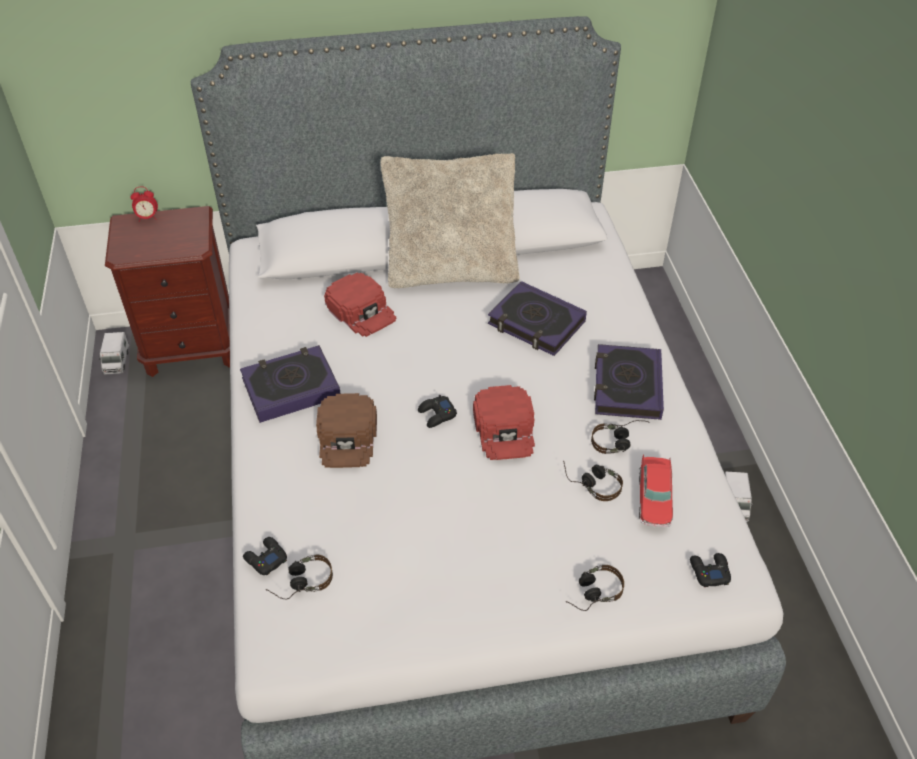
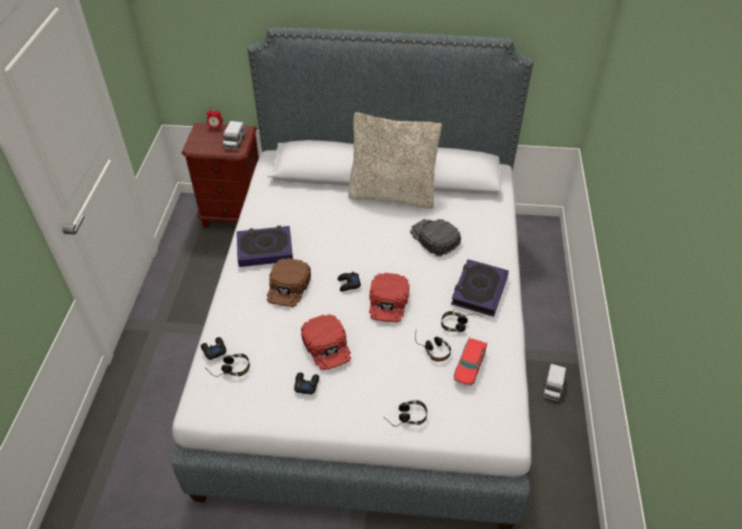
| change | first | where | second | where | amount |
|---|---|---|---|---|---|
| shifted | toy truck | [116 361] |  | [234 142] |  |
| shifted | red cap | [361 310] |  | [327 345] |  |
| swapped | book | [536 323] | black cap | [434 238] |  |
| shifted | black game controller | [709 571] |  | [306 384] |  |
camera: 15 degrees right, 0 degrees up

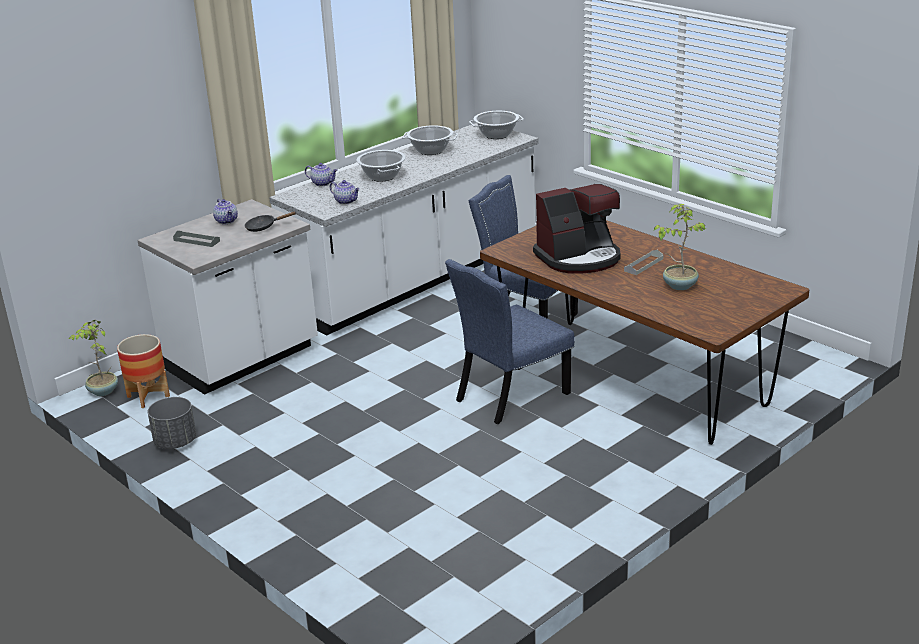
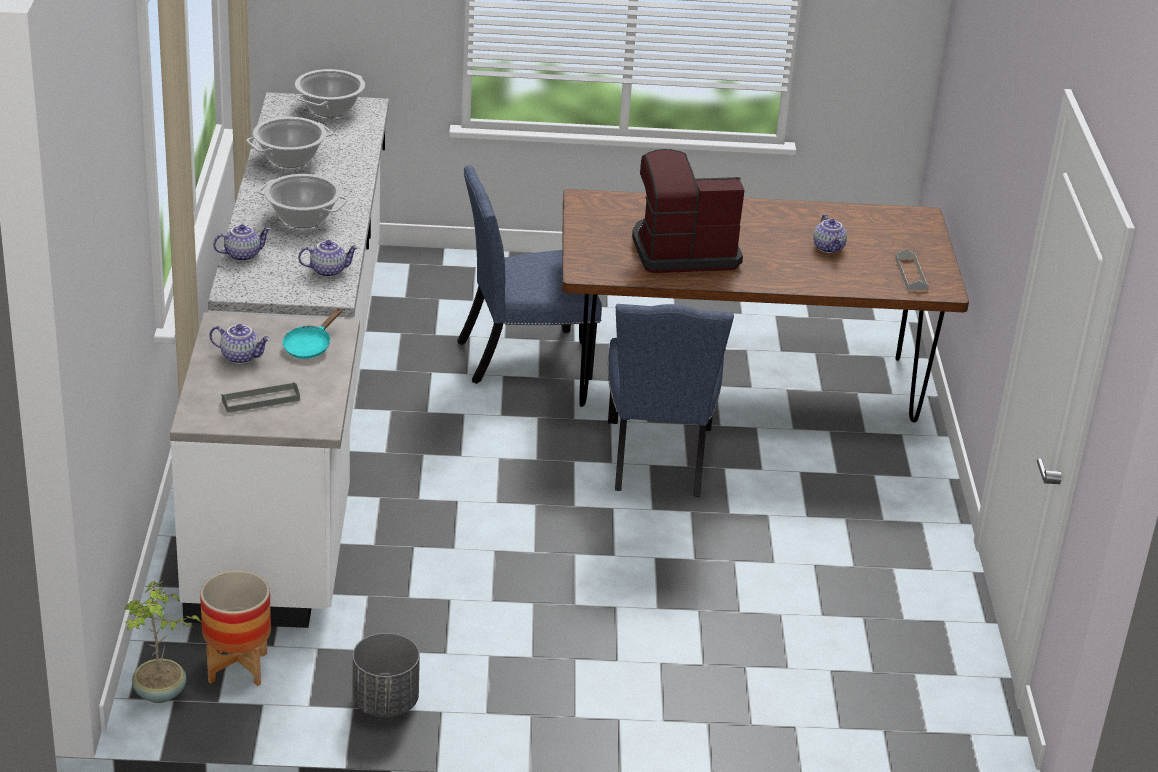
| change | first | where | second | where | amount |
|---|---|---|---|---|---|
| repainted | black frying pan | [264 227] | turquoise frying pan | [310 346] |  |
| rotated | coffee machine | [579 258] |  | [682 251] | 120 degrees counterclockwise |
| shifted | grey tray | [643 265] |  | [911 274] |  |
| swapped | potted plant | [679 285] | teapot | [829 248] |  |
camera: 50 degrees left, 5 degrees up

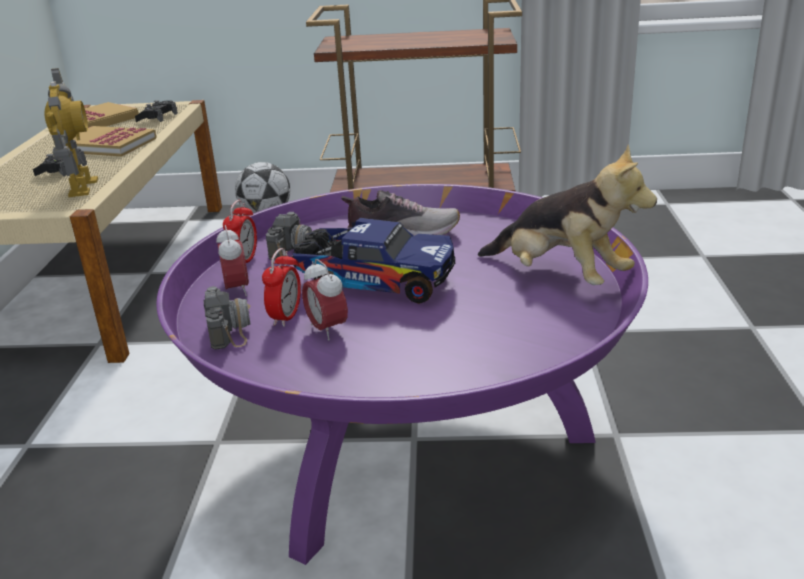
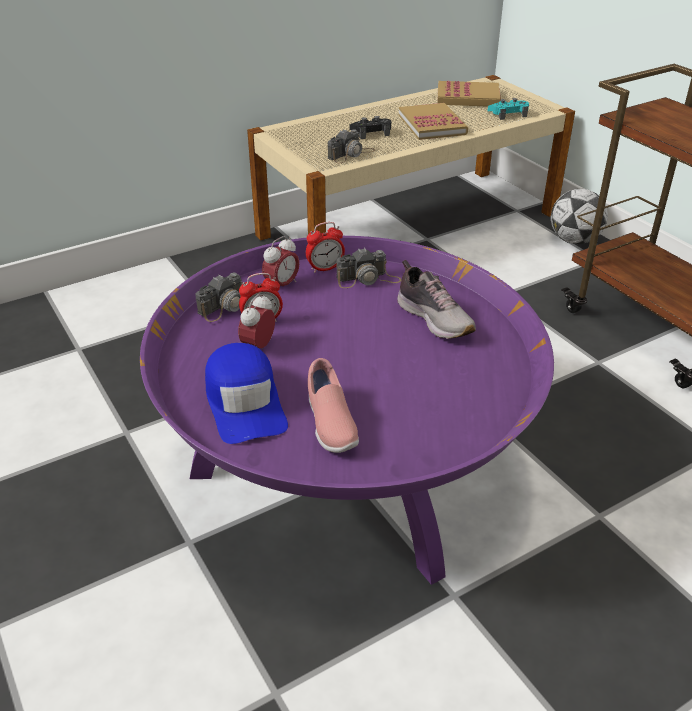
| change | first | where | second | where | amount |
|---|---|---|---|---|---|
| swapped | toy robot | [81 187] | photo camera | [351 154] |  |
| repainted | black game controller | [157 118] | turquoise game controller | [508 114] |  |
| gone | toy truck | [373 283] |  |  |  |
| gone | plush toy | [560 277] |  |  |  |
| new |  |  | blue cap | [245 402] |  |
| new |  |  | pink shoe | [330 424] |  |
camera: 55 degrees right, 10 degrees up

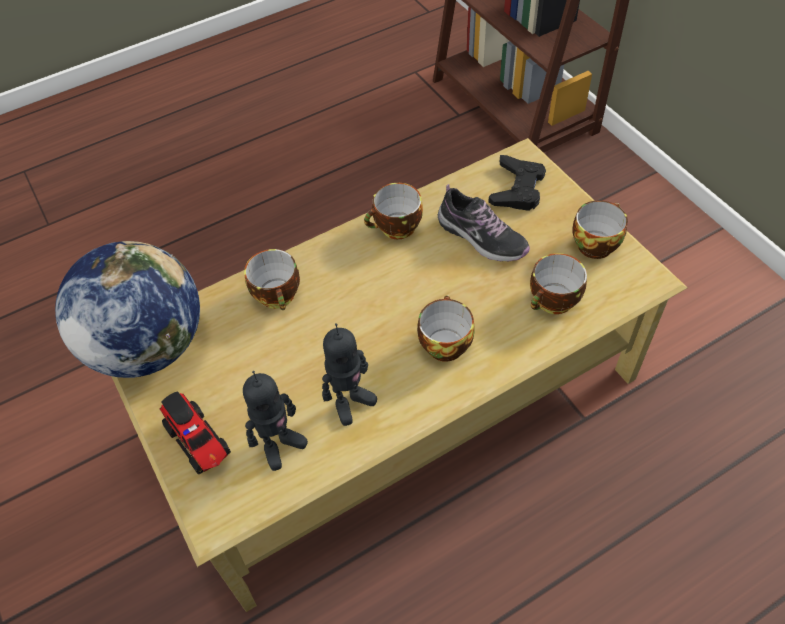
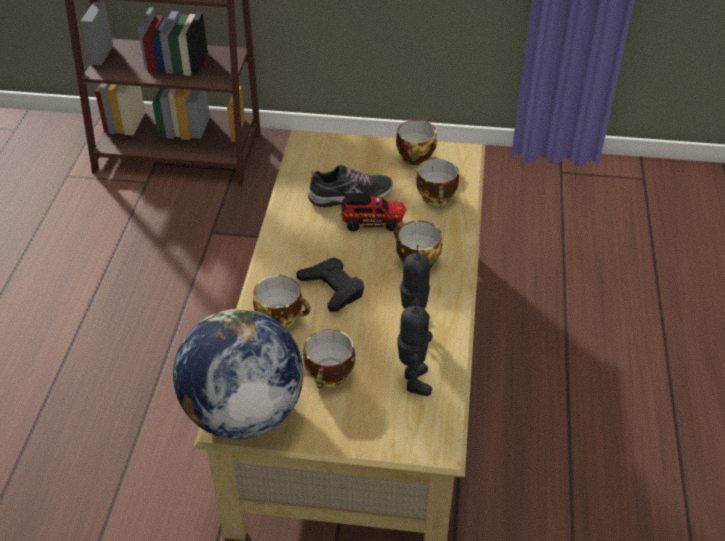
| change | first | where | second | where | amount |
|---|---|---|---|---|---|
| shifted | toy truck | [199 443] |  | [373 222] |  |
| shifted | cup | [396 228] |  | [330 376] |  |
| shifted | black game controller | [517 188] |  | [332 288] |  |
camera: 55 degrees left, 10 degrees down

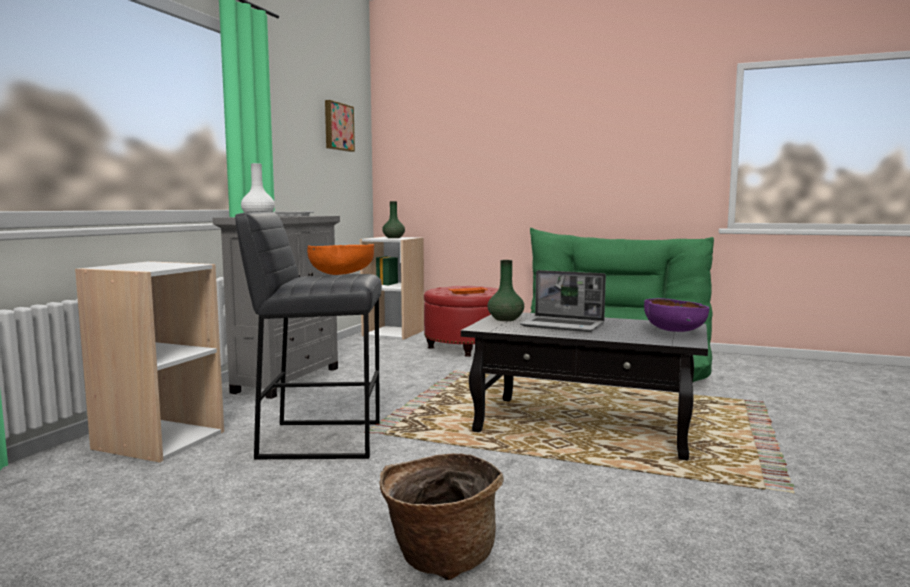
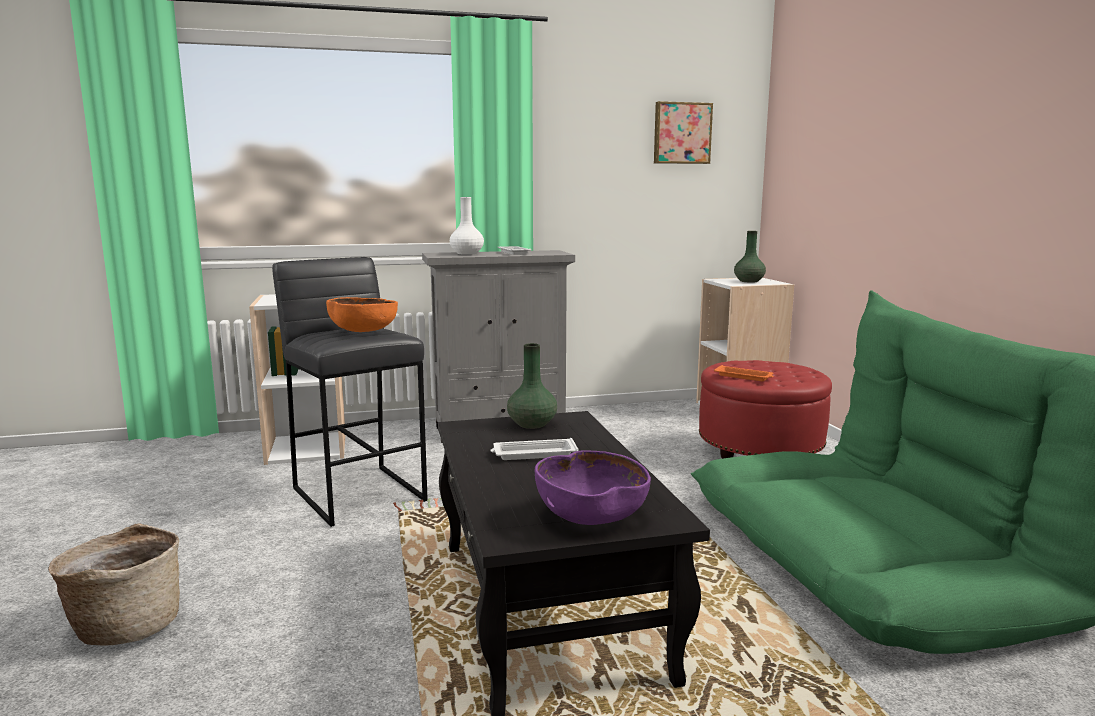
| change | first | where | second | where | amount |
|---|---|---|---|---|---|
| swapped | laptop | [563 325] | white tray | [533 454] |  |
camera: 55 degrees right, 5 degrees up

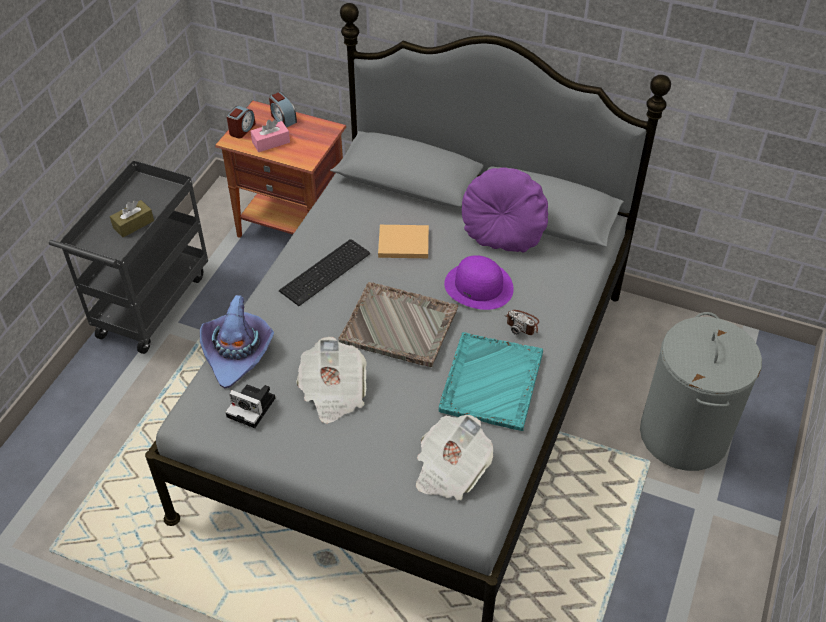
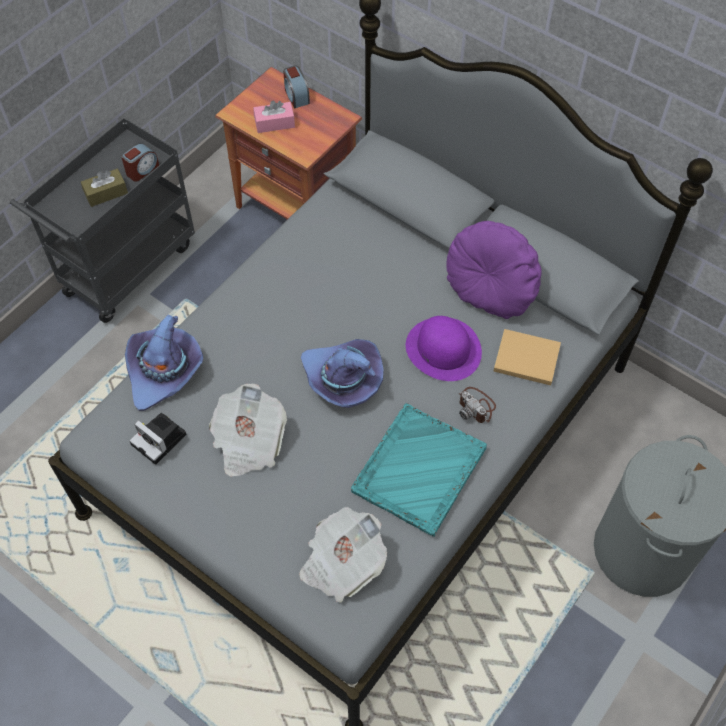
| change | first | where | second | where | amount |
|---|---|---|---|---|---|
| shifted | alarm clock | [242 129] |  | [142 170] |  |
| gone | keyboard | [327 272] |  |  |  |
| swapped | grey tray | [400 326] | purple hat | [342 379] |  |
| shifted | beige book | [401 243] |  | [524 358] |  |
camera: 15 degrees right, 10 degrees up

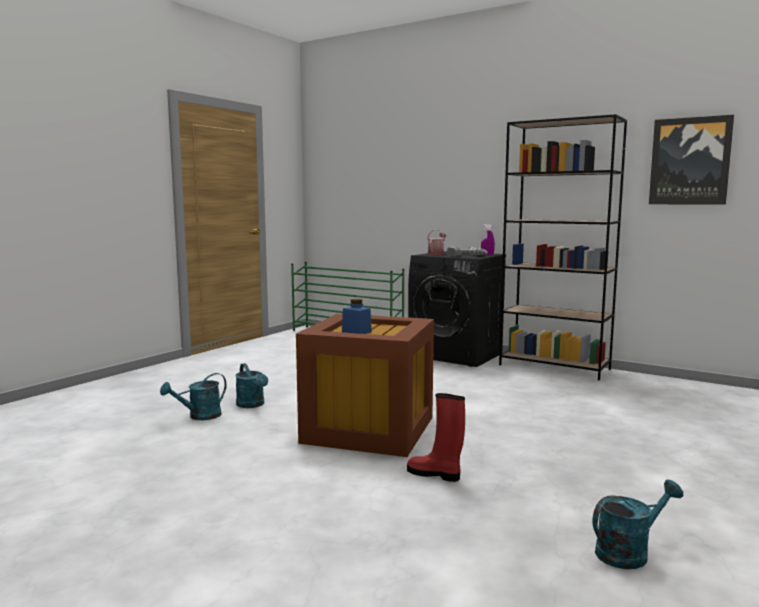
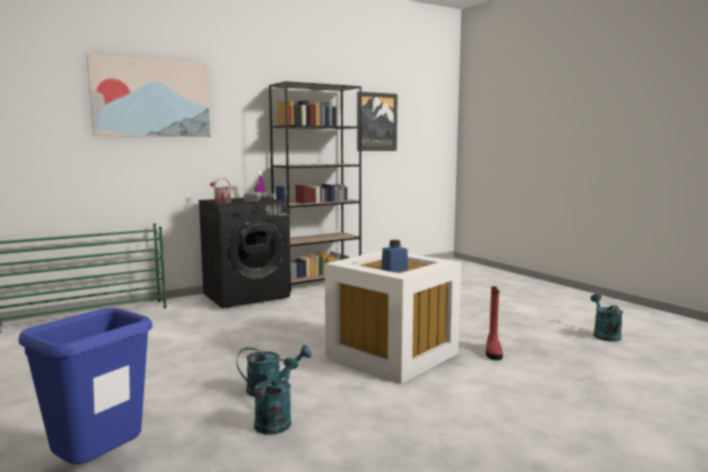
| change | first | where | second | where | amount |
|---|---|---|---|---|---|
| rotated | turquoise watering can | [199 416] |  | [276 420] | 150 degrees counterclockwise |
| repainted | brown storage box | [371 429] | white storage box | [392 354] |  |
| rotated | red boot | [435 474] |  | [493 351] | 45 degrees counterclockwise |
| new |  |  | blue trash can | [100 467] |  |
| new |  |  | picture | [151 98] |  |
camera: 65 degrees left, 0 degrees up

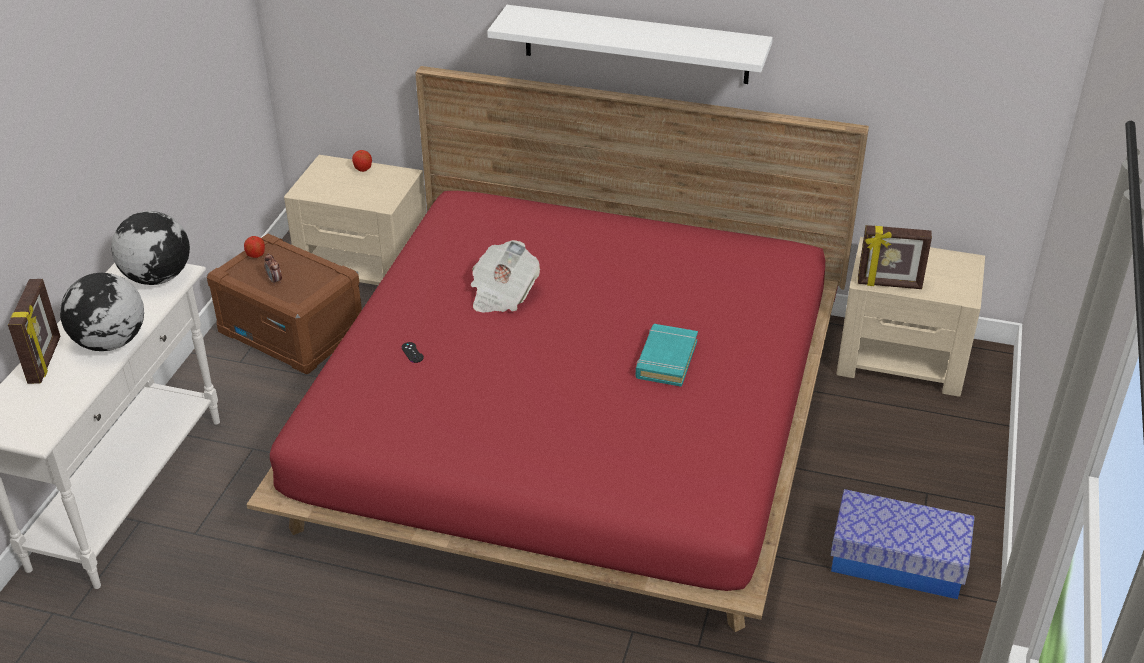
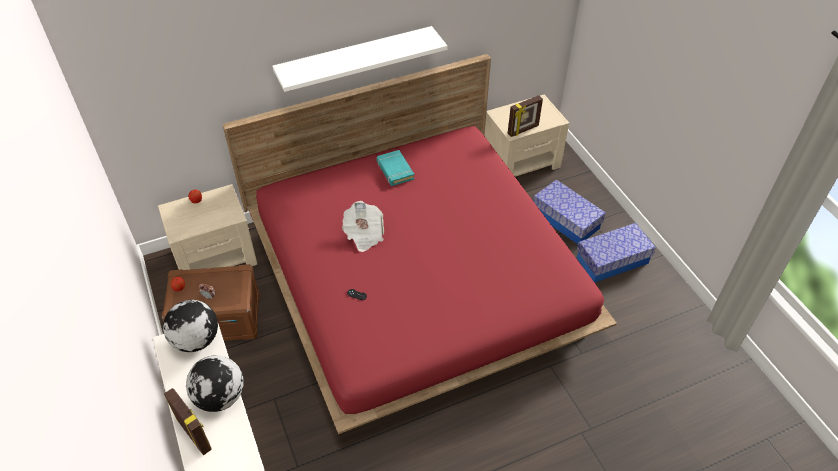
| change | first | where | second | where | amount |
|---|---|---|---|---|---|
| shifted | turquoise book | [666 359] |  | [395 170] |  |
| new |  |  | storage box | [566 220] |  |
camera: 40 degrees left, 10 degrees up

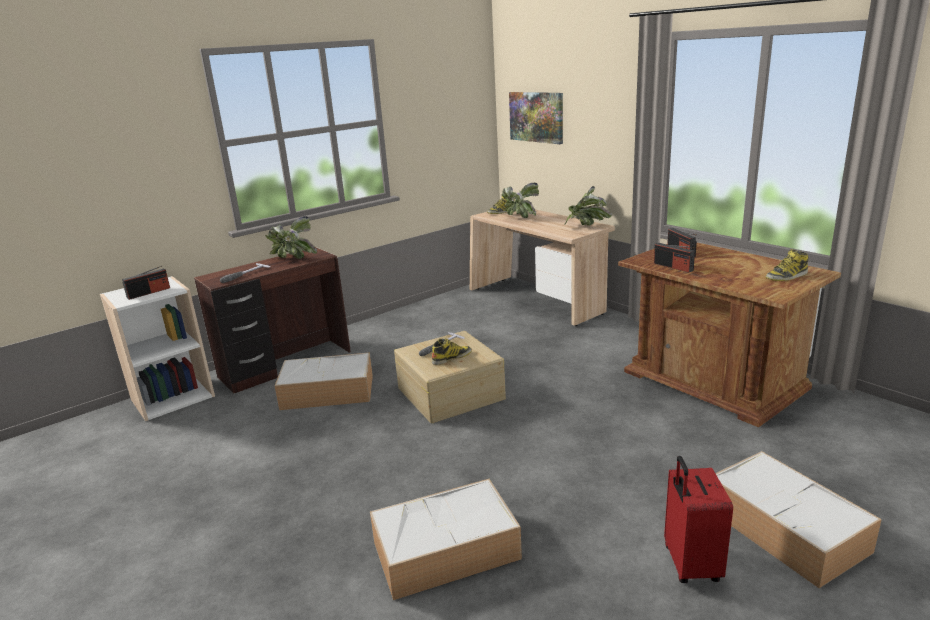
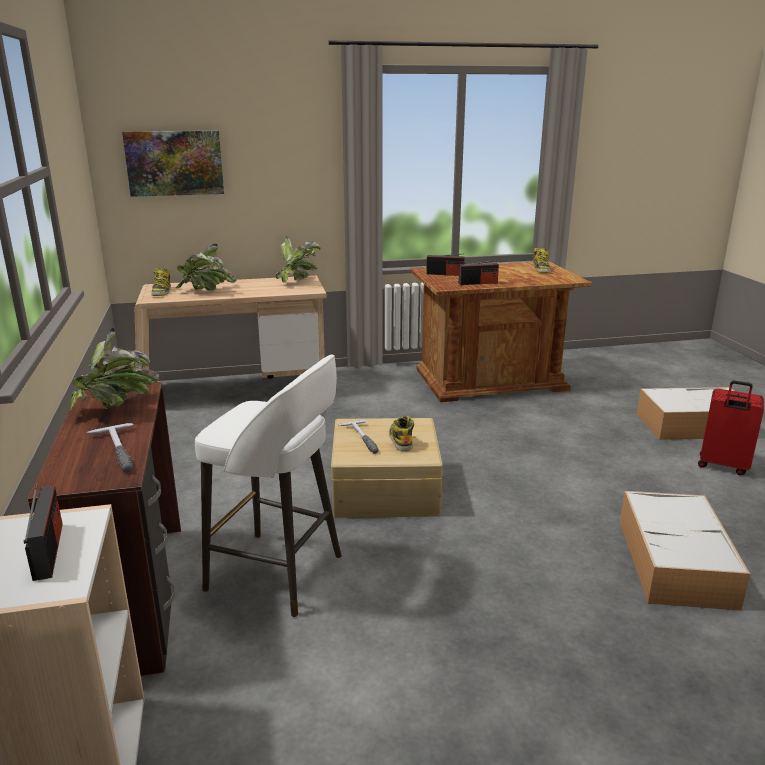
| change | first | where | second | where | amount |
|---|---|---|---|---|---|
| swapped | storage box | [326 392] | white stool | [278 574] |  |
camera: 65 degrees left, 0 degrees up

